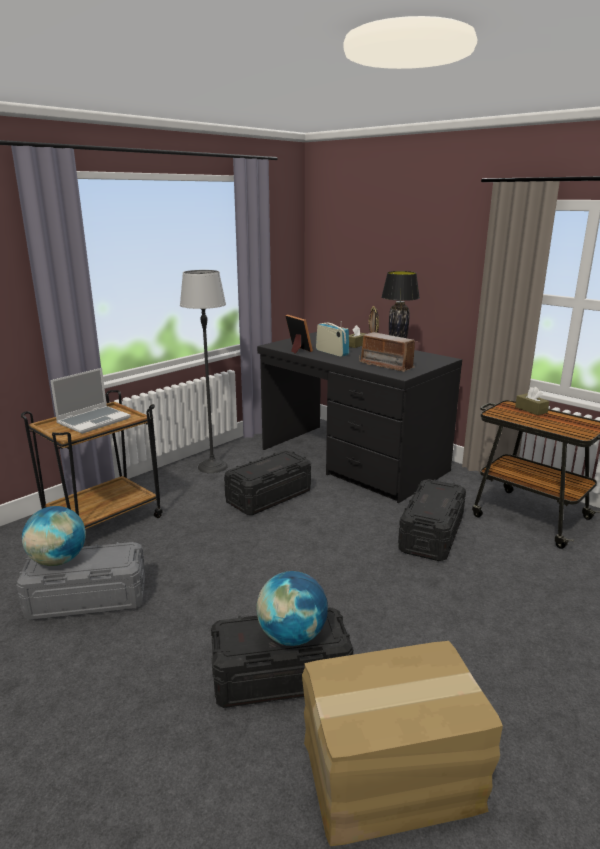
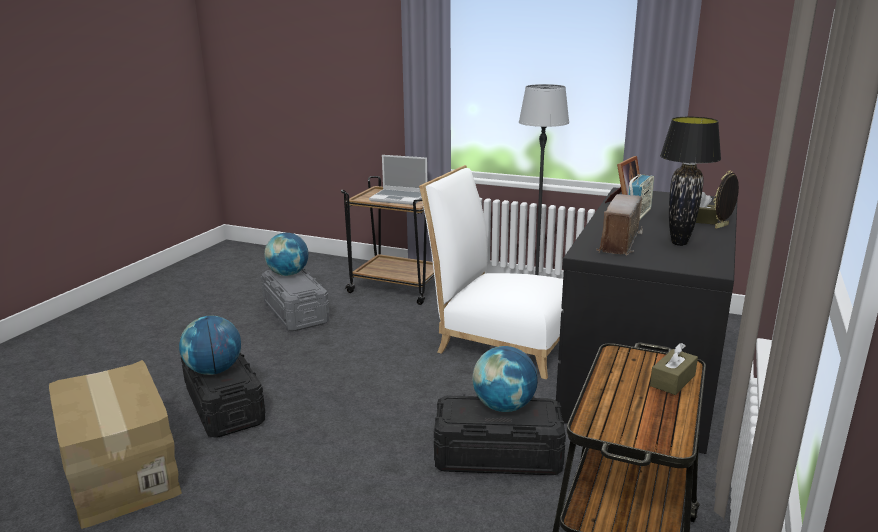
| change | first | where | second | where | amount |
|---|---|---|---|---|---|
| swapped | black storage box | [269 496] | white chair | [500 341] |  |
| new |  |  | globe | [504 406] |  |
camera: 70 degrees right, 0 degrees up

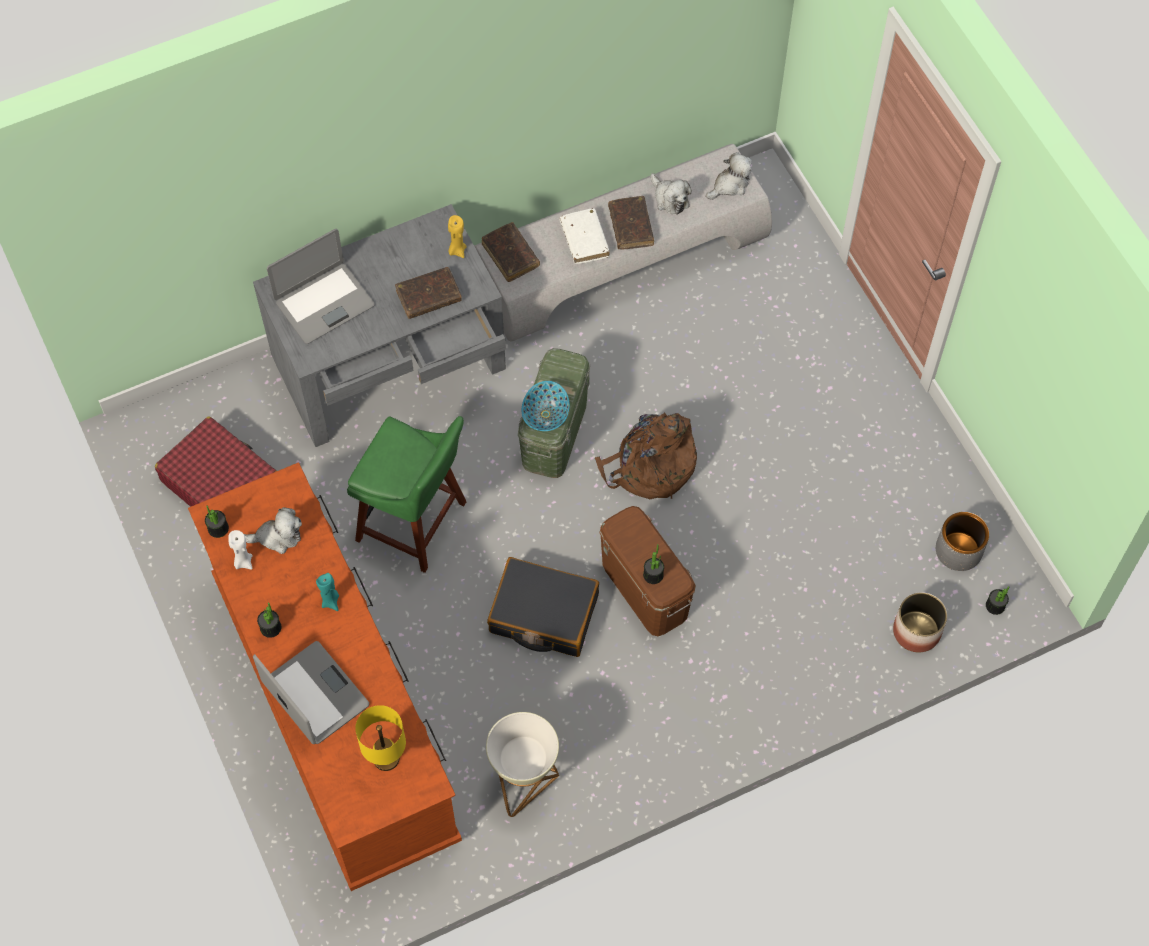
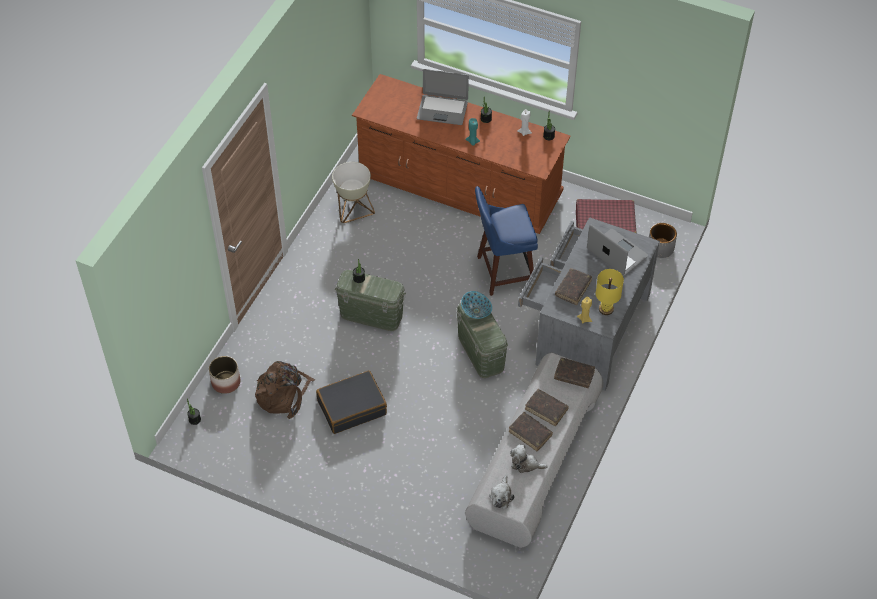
| change | first | where | second | where | amount |
|---|---|---|---|---|---|
| gone | plush toy | [277 536] |  |  |  |
| rotated | laptop | [324 303] |  | [616 253] | 120 degrees clockwise |
| repainted | green chair | [416 524] | blue chair | [502 272] |  |
| shifted | yellow table lamp | [385 757] |  | [606 309] |  |
| shifted | black suitcase | [543 614] |  | [352 407] |  |
| repainted | white book | [584 240] | brown book | [546 409] |  |
| shifted | brown backpack | [649 467] |  | [283 395] |  |
| repainted | brown storage box | [645 589] | green storage box | [371 315] |  |
| shifted | grey planter | [958 551] |  | [660 248] |  |
camera: 140 degrees right, 10 degrees down

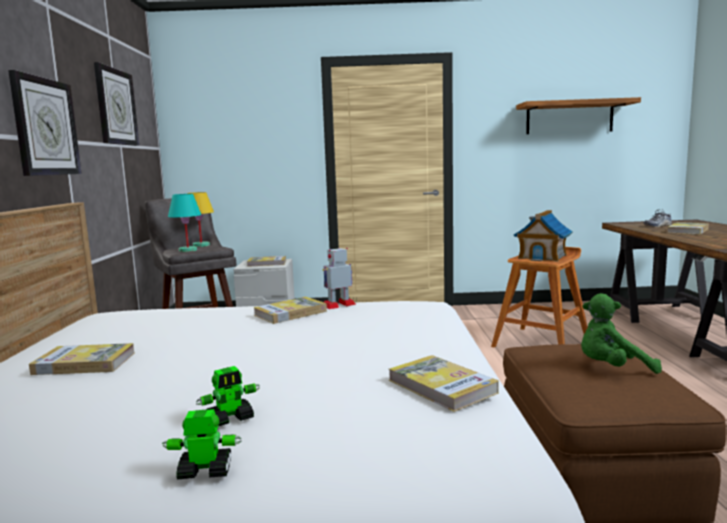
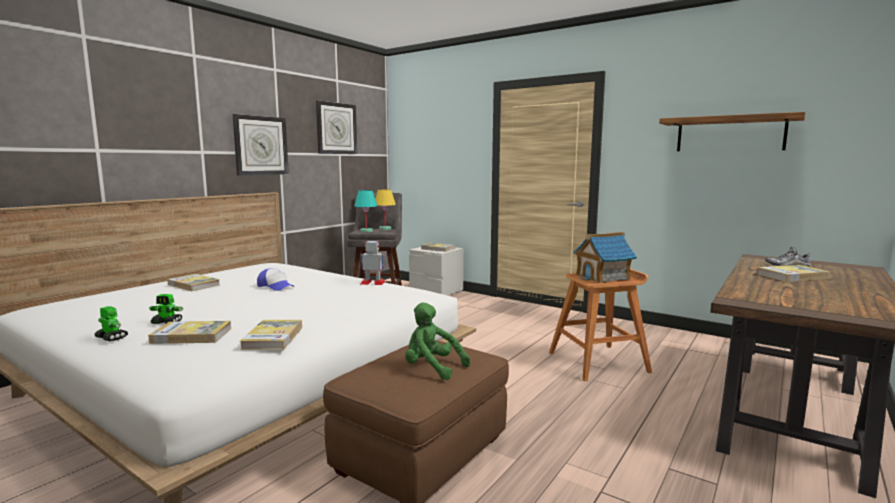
| change | first | where | second | where | amount |
|---|---|---|---|---|---|
| shifted | book | [290 313] |  | [192 335] |  |
| new |  |  | cap | [276 286] |  |
camera: 35 degrees right, 0 degrees up

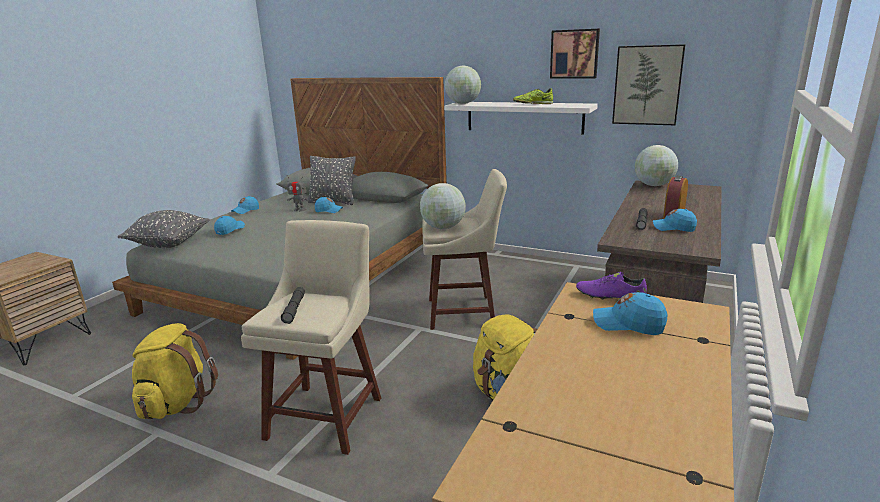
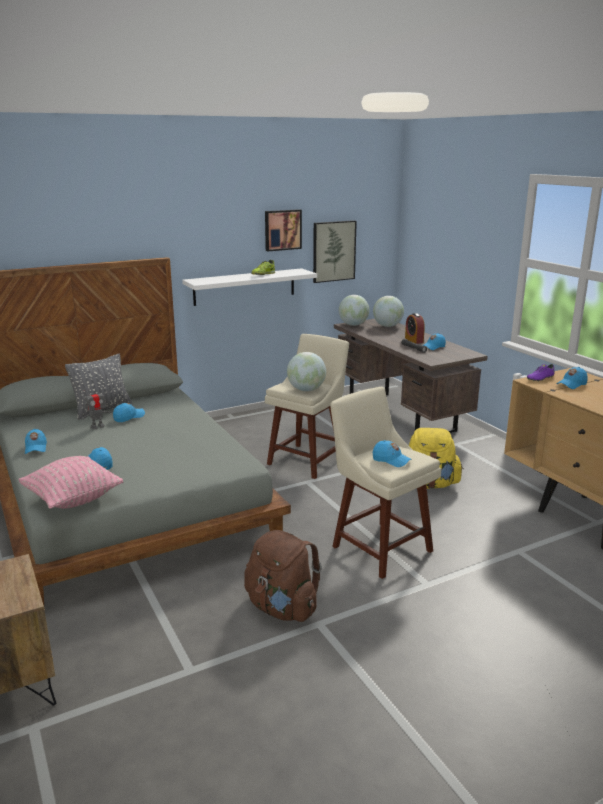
| change | first | where | second | where | amount |
|---|---|---|---|---|---|
| repainted | grey pillow | [169 244] | pink pillow | [73 499] |  |
| repainted | yellow backpack | [177 403] | brown backpack | [282 608] |  |
| swapped | grey flashlight | [294 309] | blue cap | [391 460] |  |
| shifted | globe | [463 103] |  | [387 326] |  |
camera: 55 degrees left, 0 degrees up

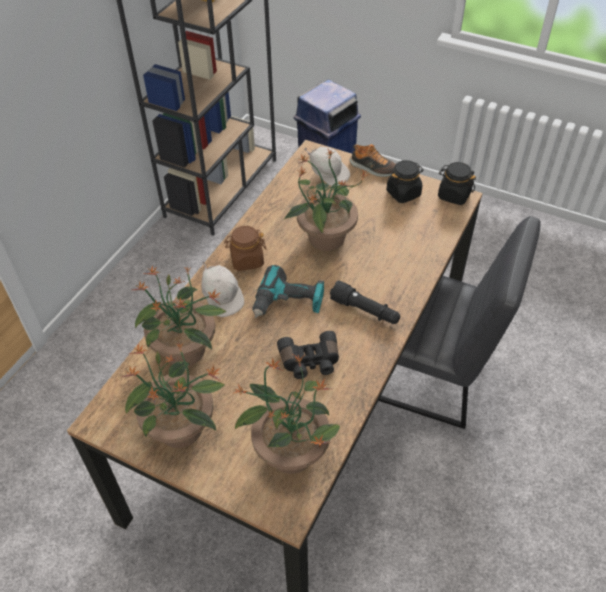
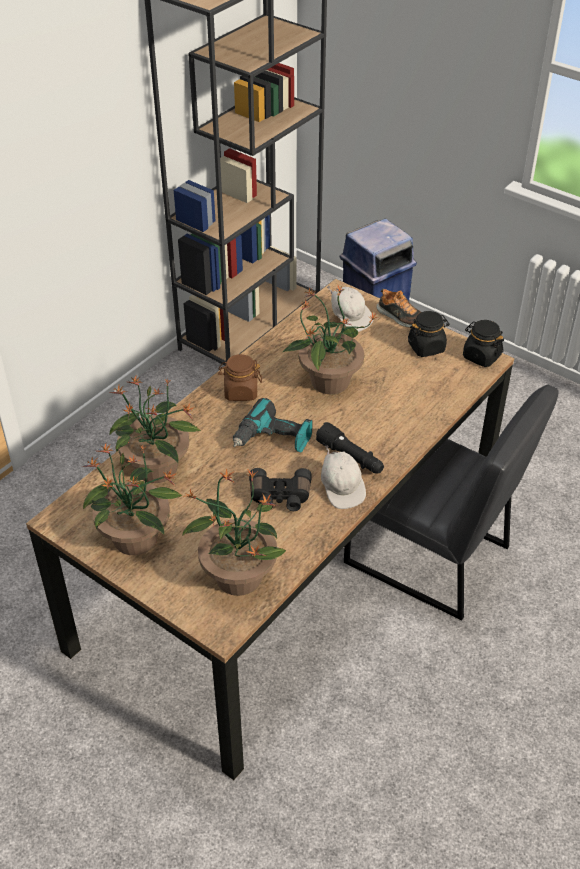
| change | first | where | second | where | amount |
|---|---|---|---|---|---|
| shifted | white cap | [222 297] |  | [342 488] |  |
camera: 10 degrees right, 5 degrees down

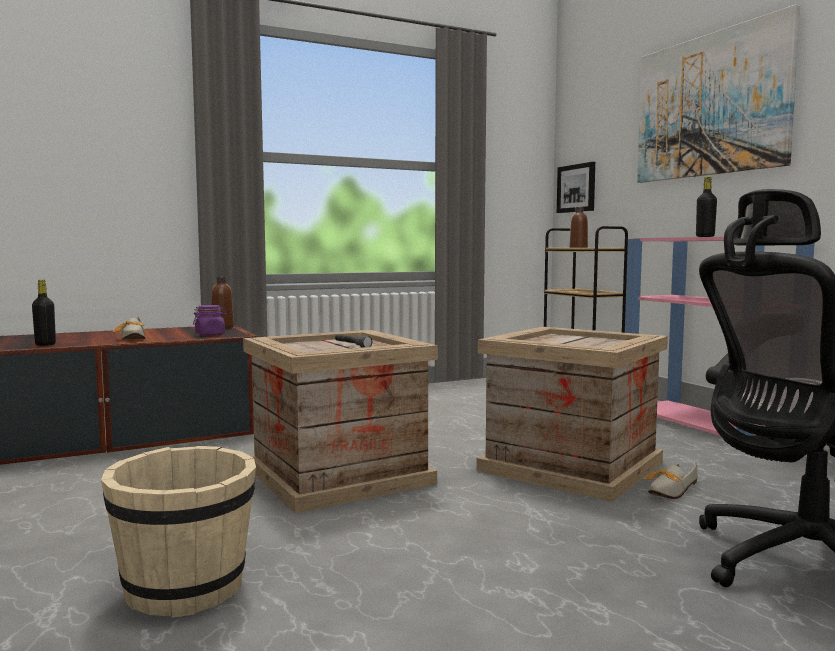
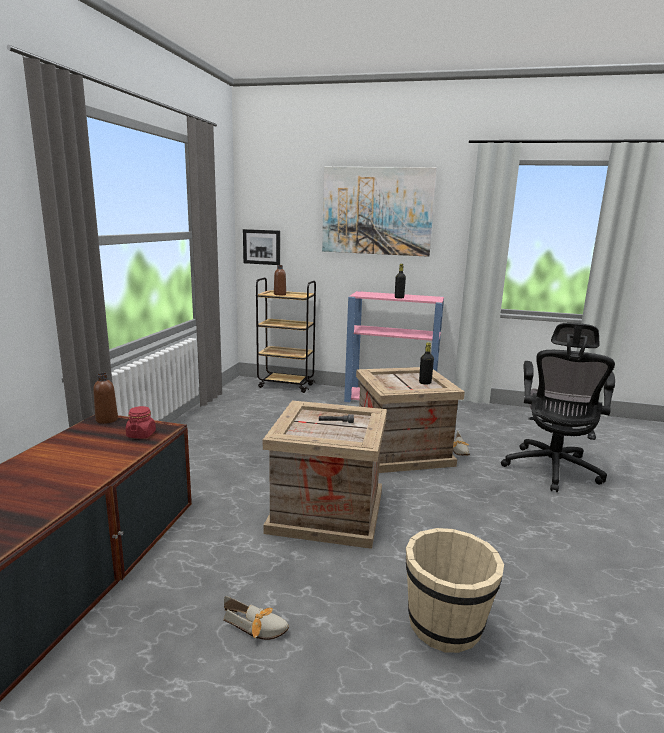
| change | first | where | second | where | amount |
|---|---|---|---|---|---|
| shifted | black bottle | [45 344] |  | [425 383] |  |
| shifted | shoe | [133 338] |  | [257 627] |  |
| repainted | purple jar | [210 334] | red jar | [141 434] |  |
camera: 50 degrees left, 10 degrees up

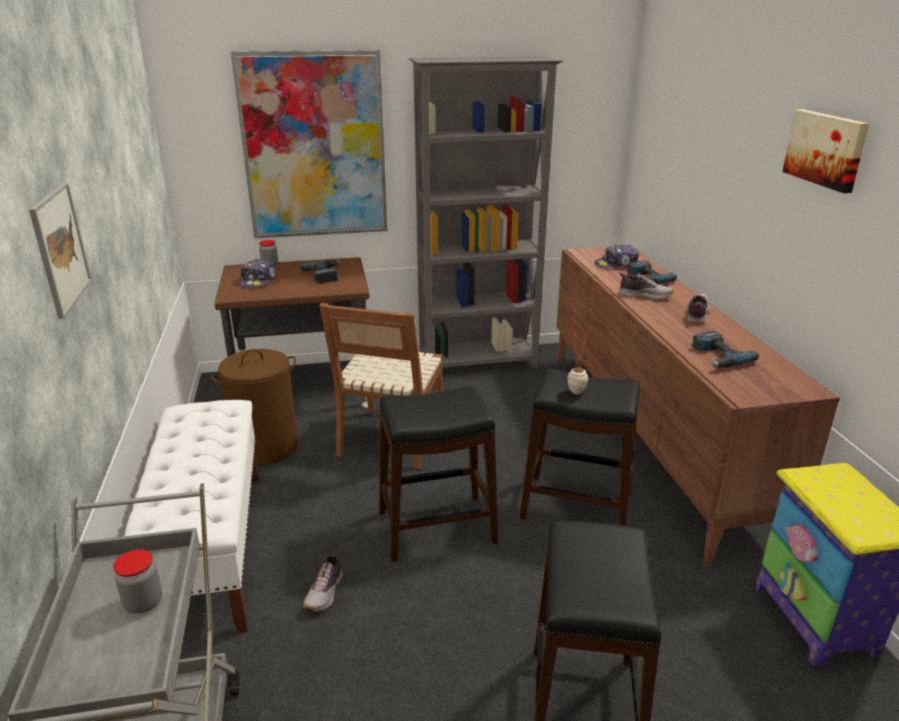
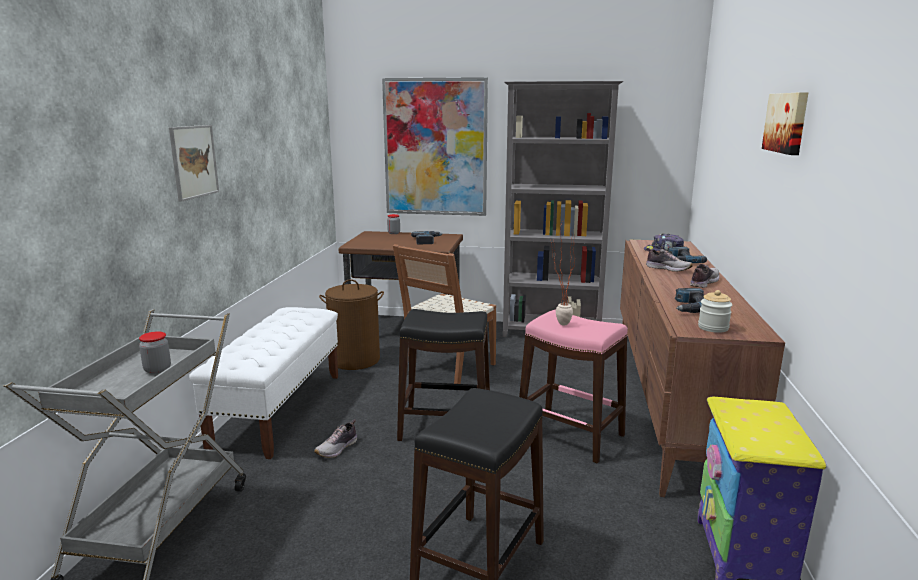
| change | first | where | second | where | amount |
|---|---|---|---|---|---|
| gone | cap | [258 281] |  |  |  |
| repainted | black stool | [576 505] | pink stool | [570 434] |  |
| new |  |  | jar | [713 328] |  |
camera: 20 degrees right, 10 degrees down

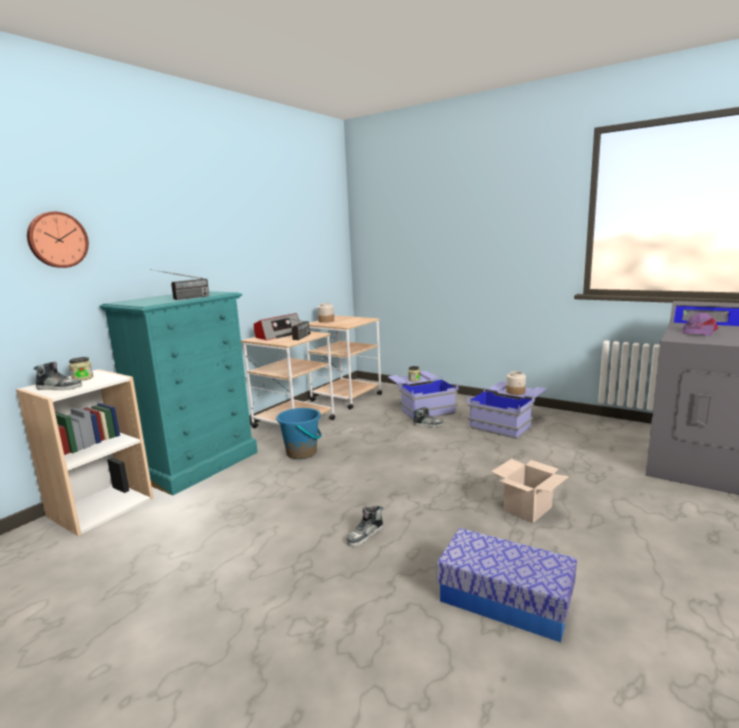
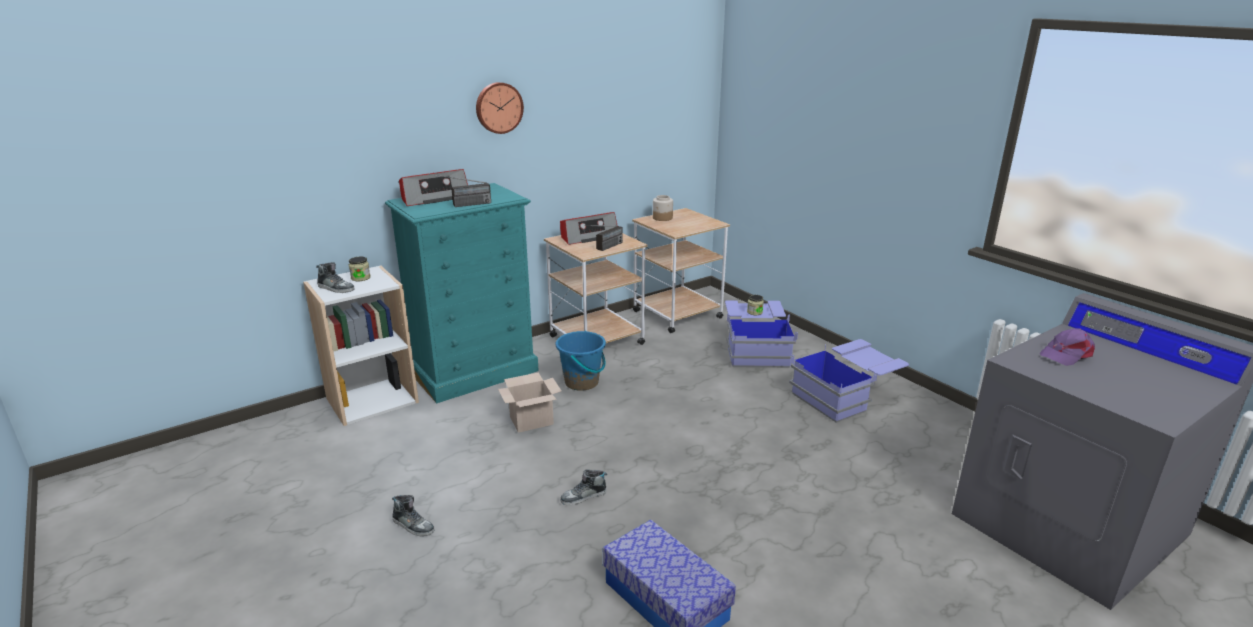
| change | first | where | second | where | amount |
|---|---|---|---|---|---|
| shifted | wall clock | [57 240] |  | [498 107] |  |
| shifted | shoe | [428 425] |  | [413 525] |  |
| shifted | cardboard box | [527 508] |  | [532 420] |  |
| gone | jar | [515 392] |  |  |  |
| new |  |  | radio | [434 198] |  |
camera: 20 degrees right, 10 degrees up

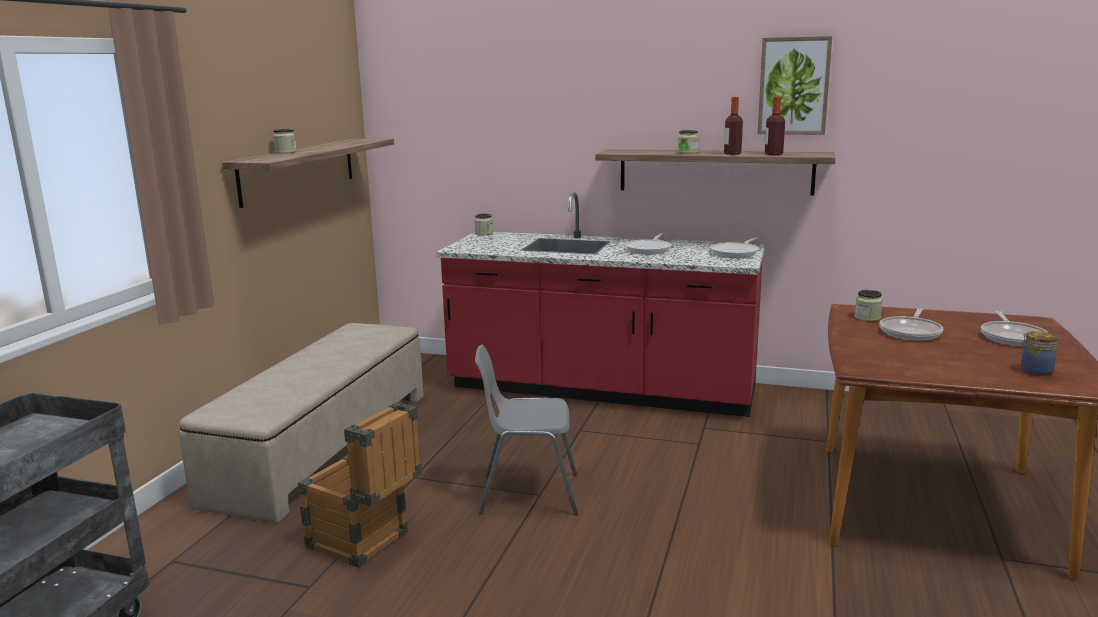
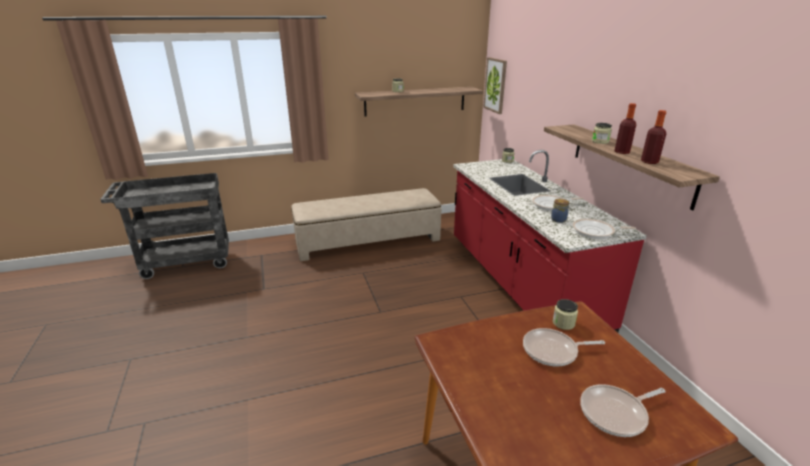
| change | first | where | second | where | amount |
|---|---|---|---|---|---|
| gone | crate | [366 543] |  |  |  |
| gone | grey chair | [528 493] |  |  |  |
| shifted | picture | [794 86] |  | [495 85] |  |
| shifted | jar | [1034 371] |  | [558 219] |  |
camera: 55 degrees right, 10 degrees up

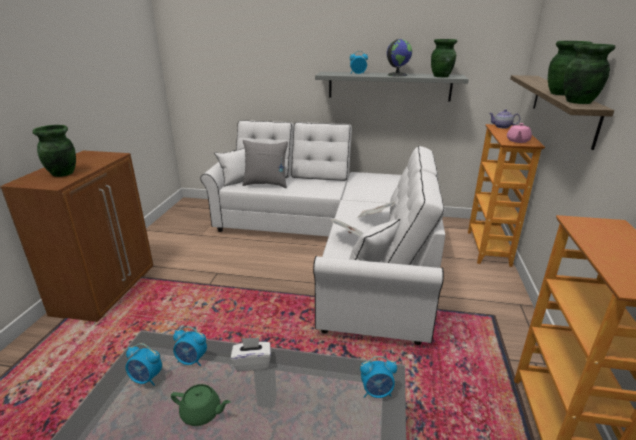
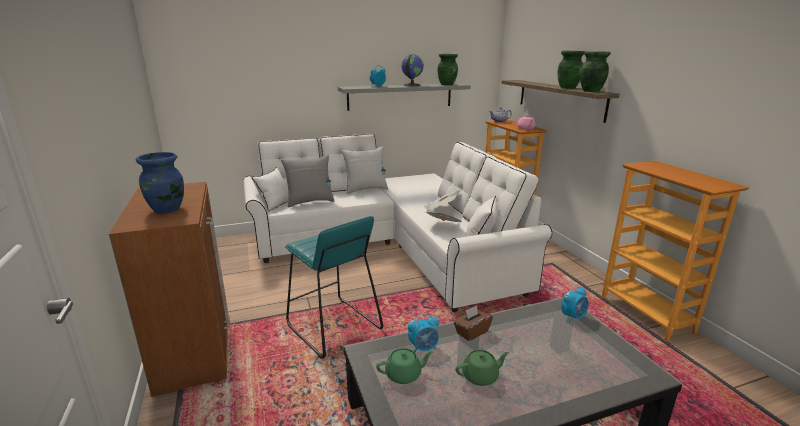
| change | first | where | second | where | amount |
|---|---|---|---|---|---|
| repainted | green vase | [63 173] | blue vase | [167 209] |  |
| swapped | alarm clock | [146 379] | green teapot | [404 375] |  |
| repainted | white tissue box | [252 363] | brown tissue box | [472 332] |  |
| new |  |  | turquoise stool | [333 327] |  |
| new |  |  | grey pillow | [365 190] |  |
camera: 30 degrees left, 5 degrees down

